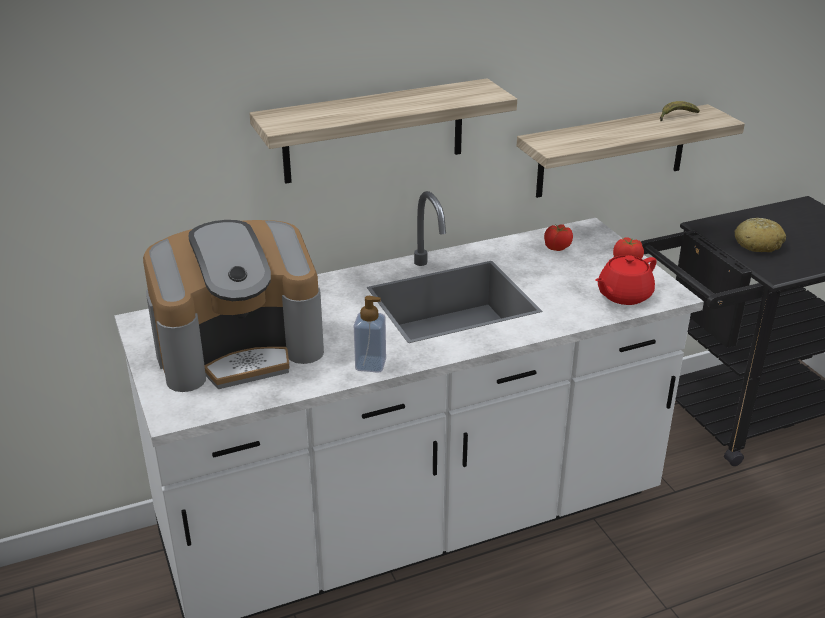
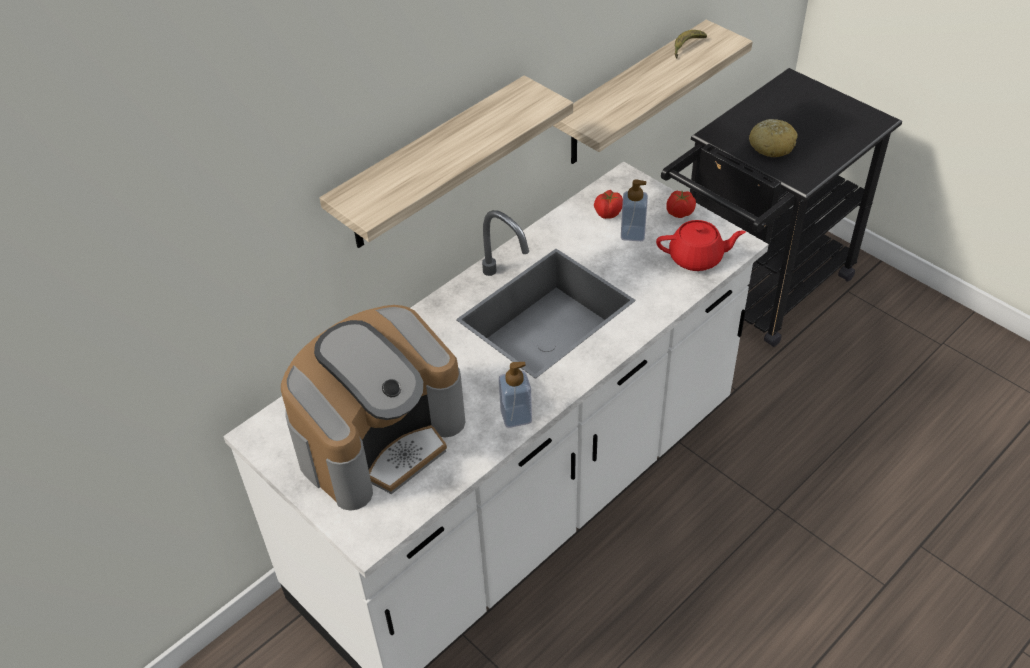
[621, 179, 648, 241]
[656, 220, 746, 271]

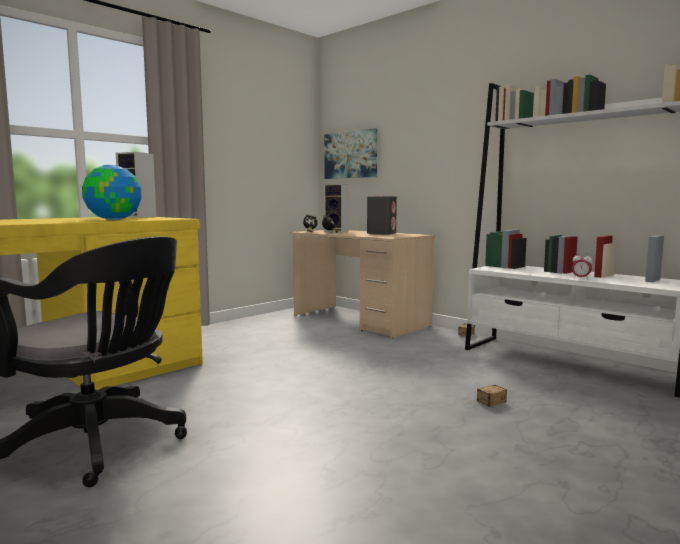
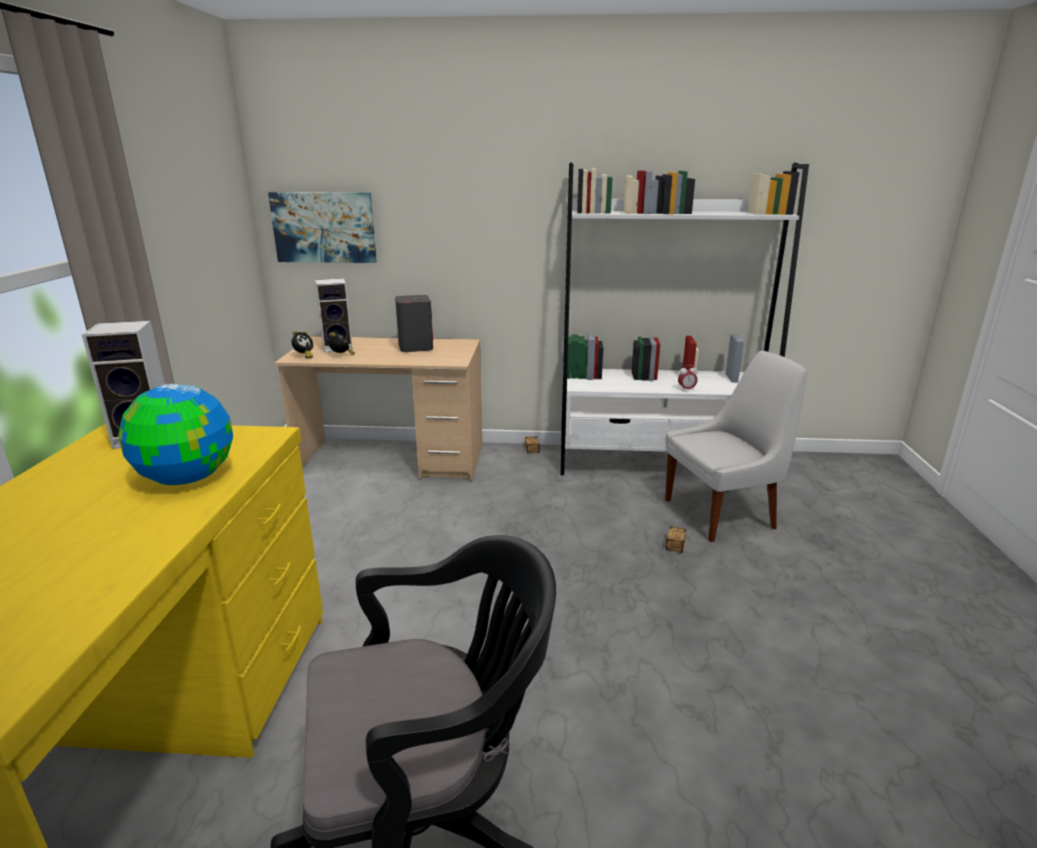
[665, 350, 807, 542]

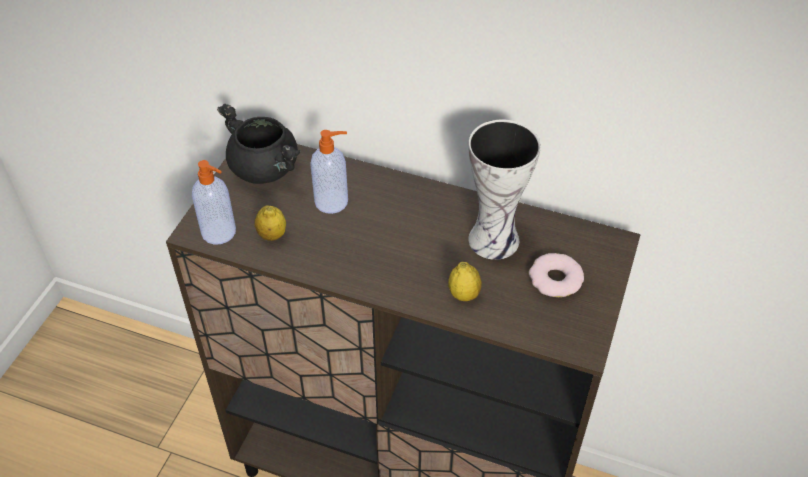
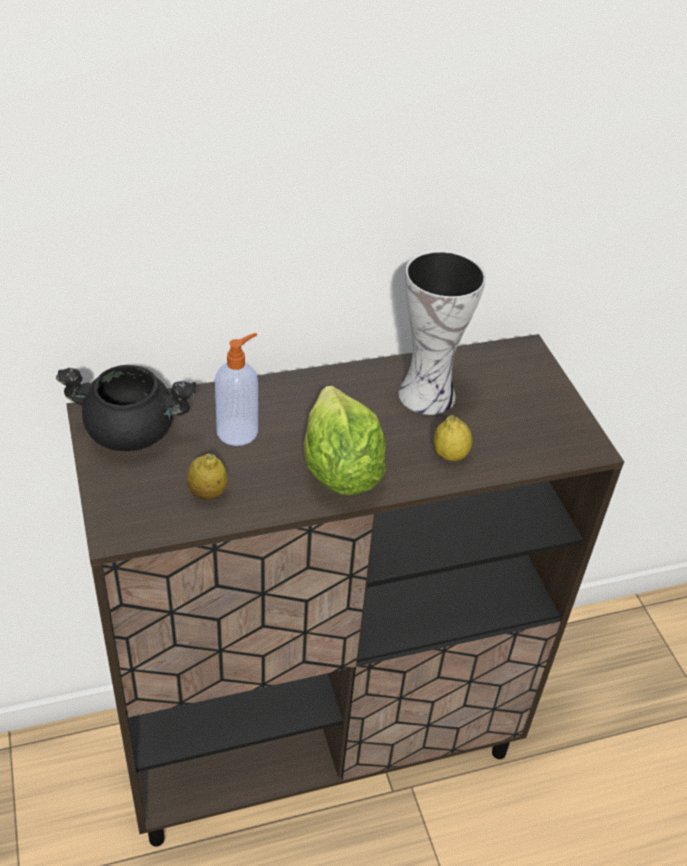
[304, 386, 386, 495]
[192, 160, 236, 245] (first image)
[529, 253, 584, 297] (first image)

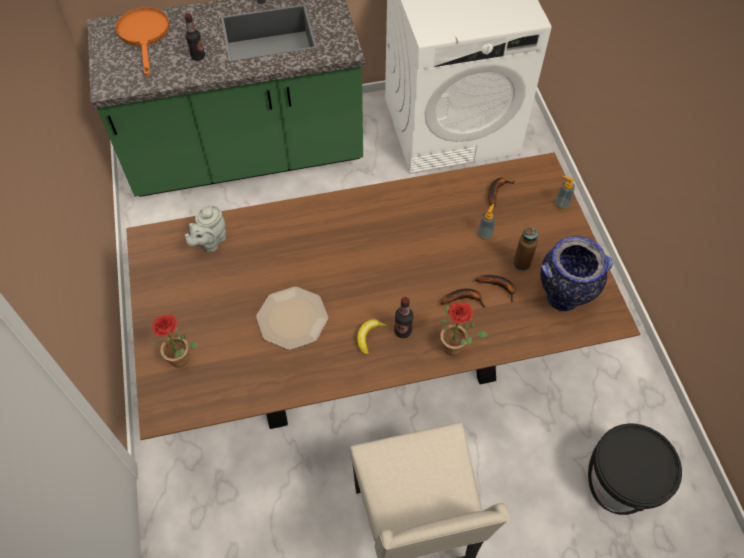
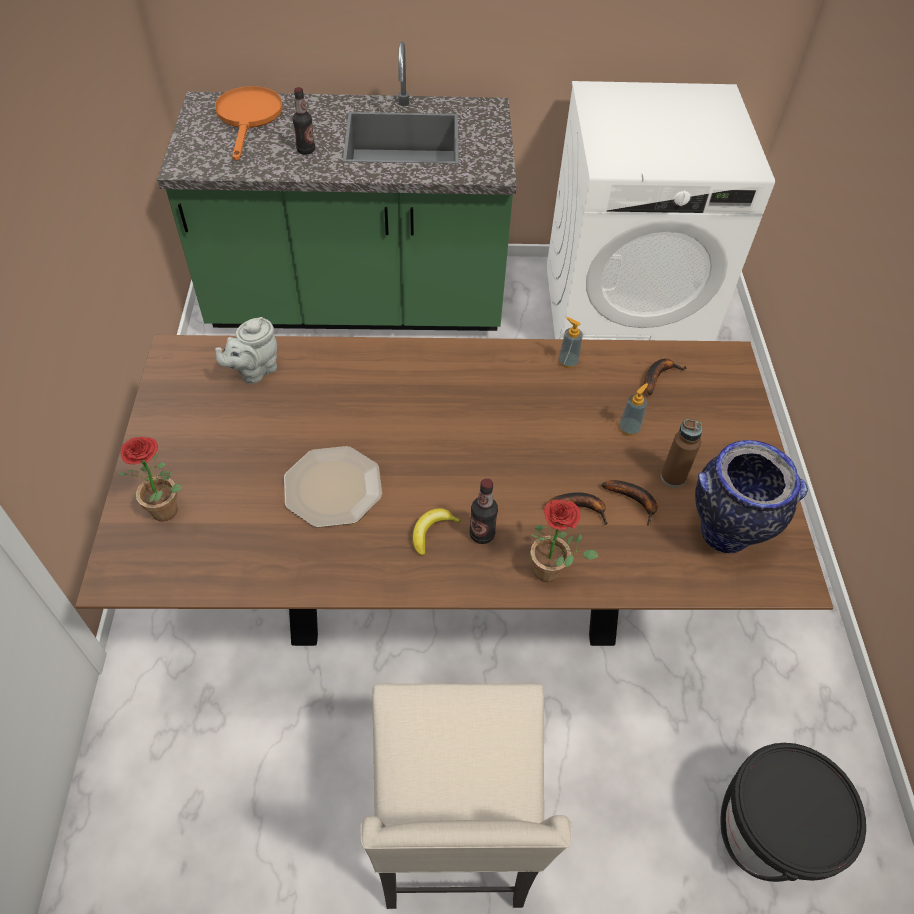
[559, 317, 583, 368]

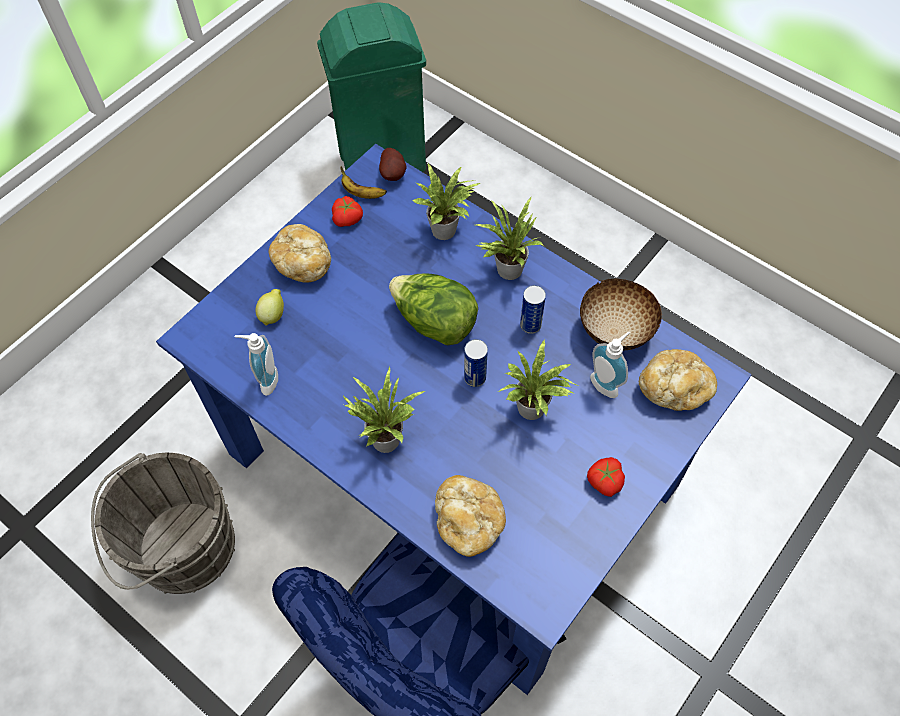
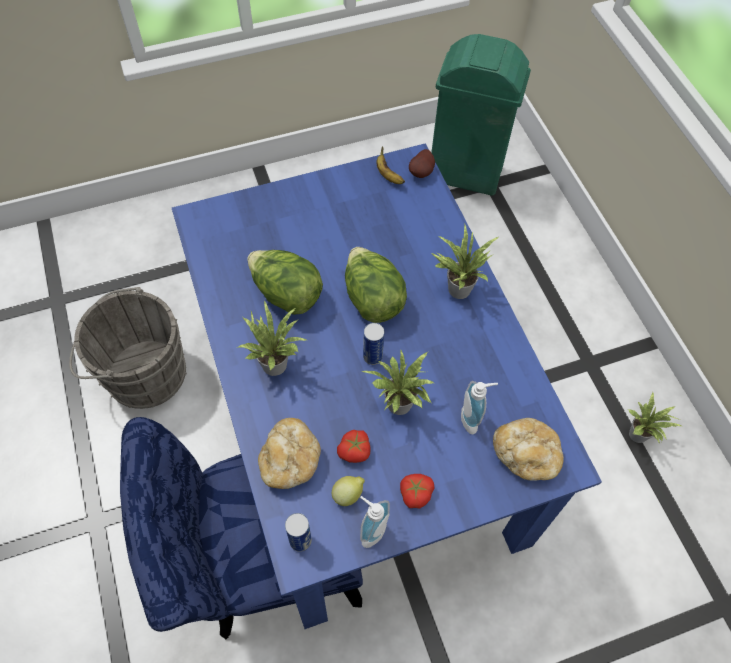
[247, 250, 323, 315]
[285, 513, 312, 552]
[332, 476, 365, 506]
[337, 430, 371, 463]
[360, 496, 390, 548]
[628, 392, 684, 444]
[269, 224, 331, 283] (first image)
[580, 278, 662, 350] (first image)

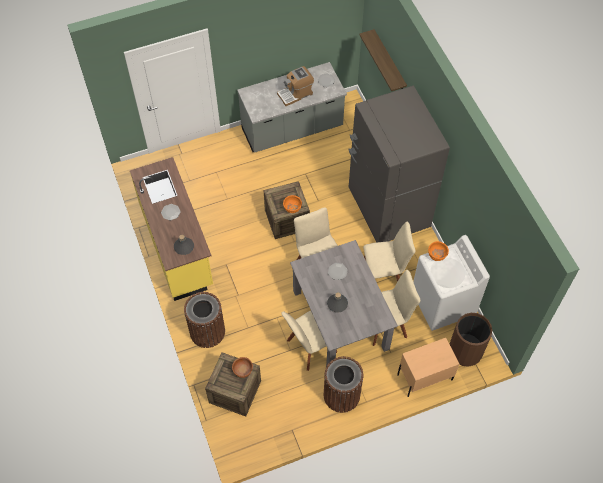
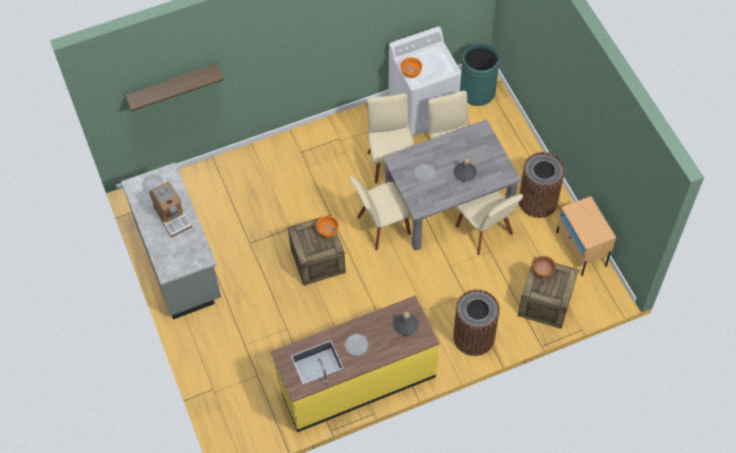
[460, 43, 500, 106]
[556, 196, 616, 276]
[349, 86, 450, 242] (first image)

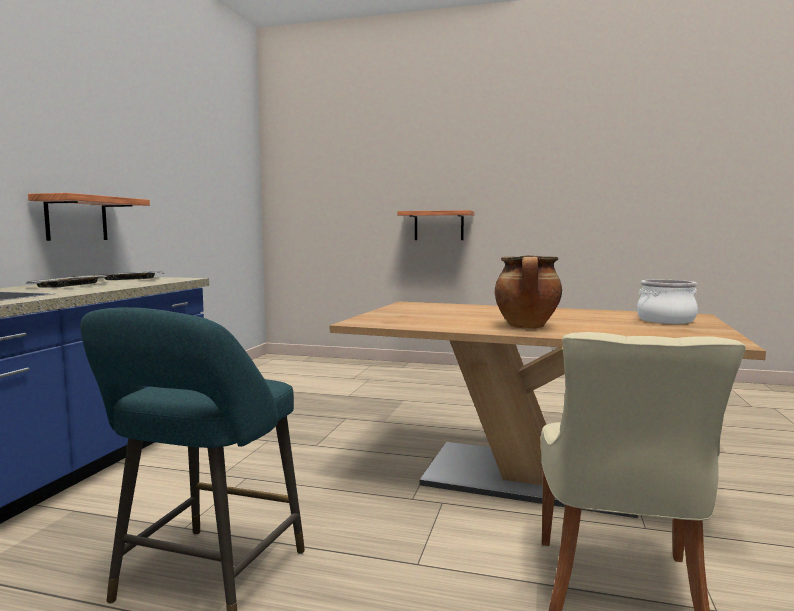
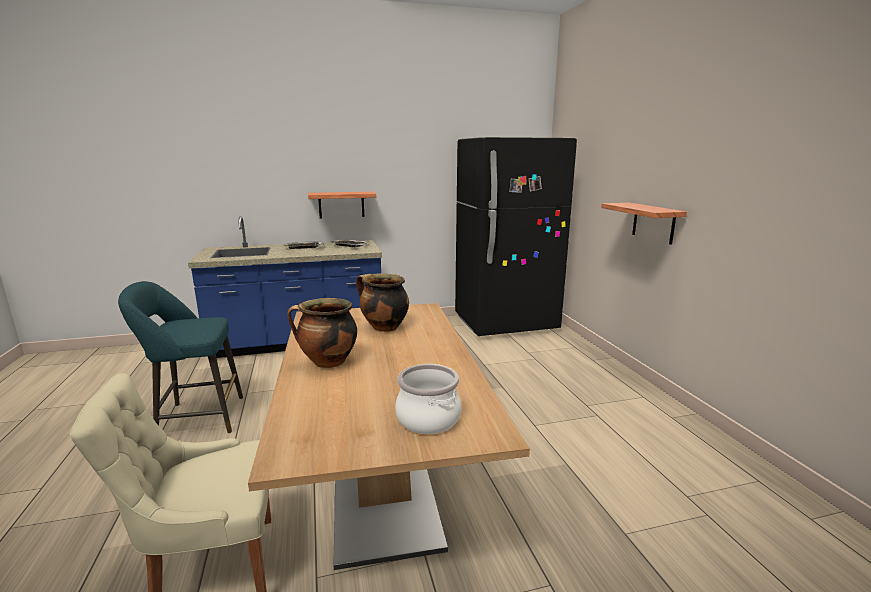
[356, 274, 409, 332]
[455, 137, 577, 336]

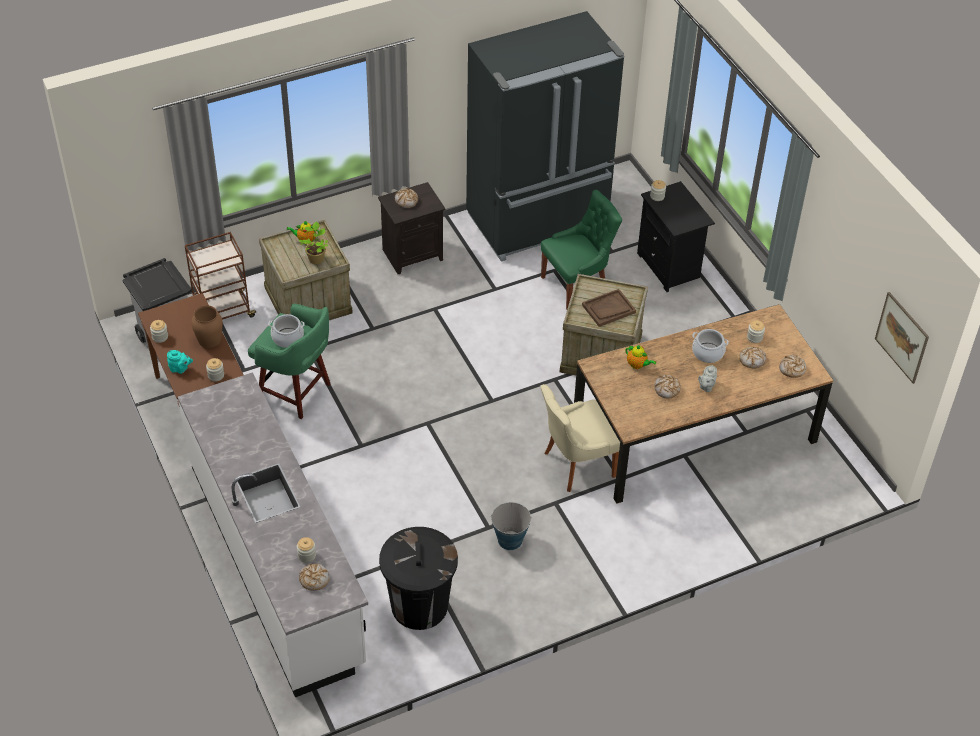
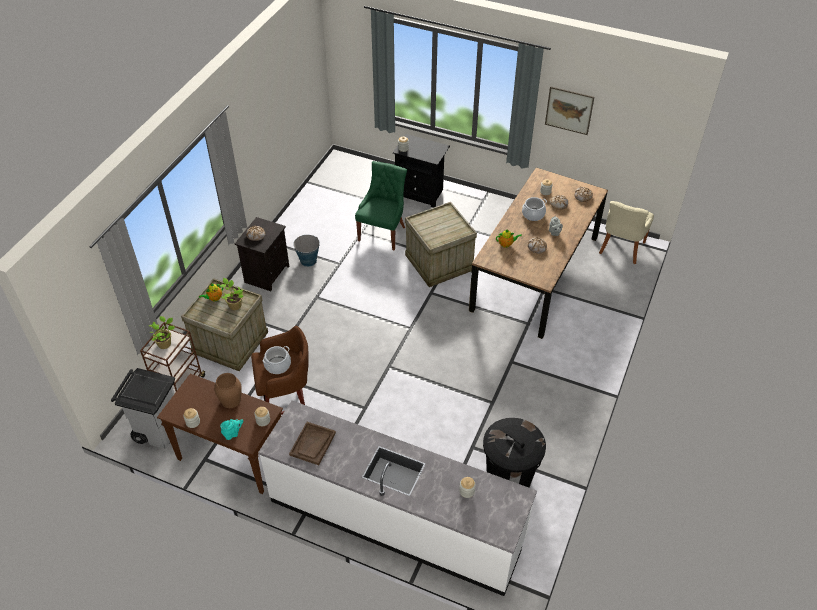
[149, 316, 175, 349]
[251, 325, 309, 415]
[289, 422, 336, 465]
[293, 235, 320, 267]
[545, 86, 594, 135]
[599, 201, 654, 264]
[299, 563, 329, 590] (first image)
[466, 11, 624, 261] (first image)

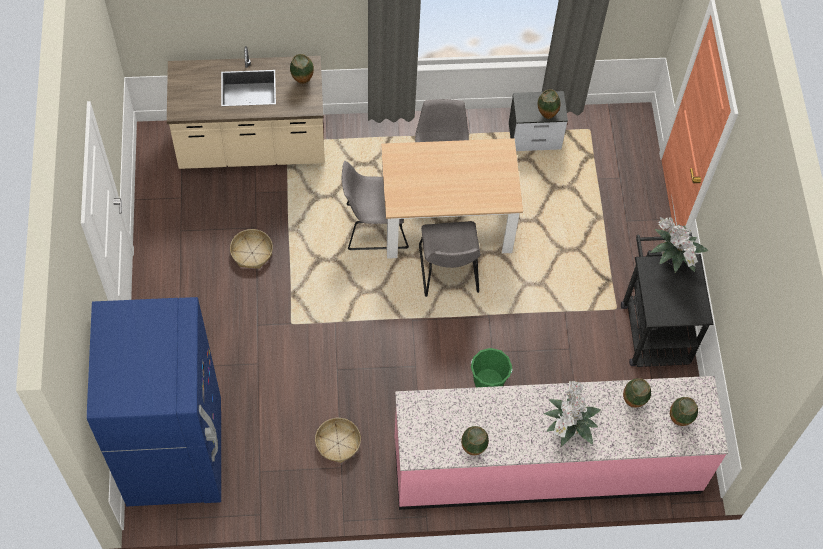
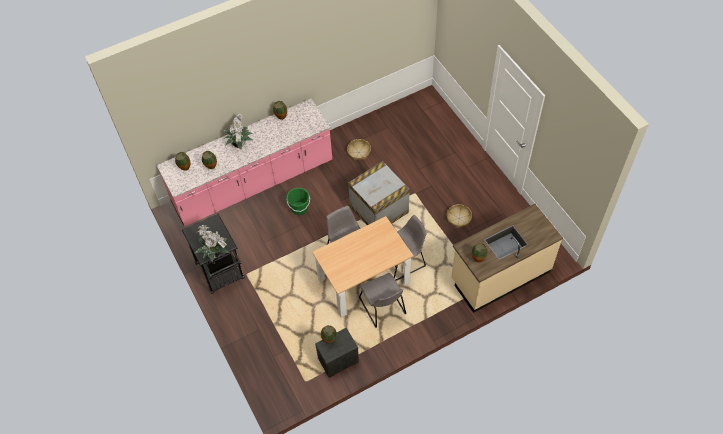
[348, 161, 410, 225]
[87, 297, 221, 506] (first image)

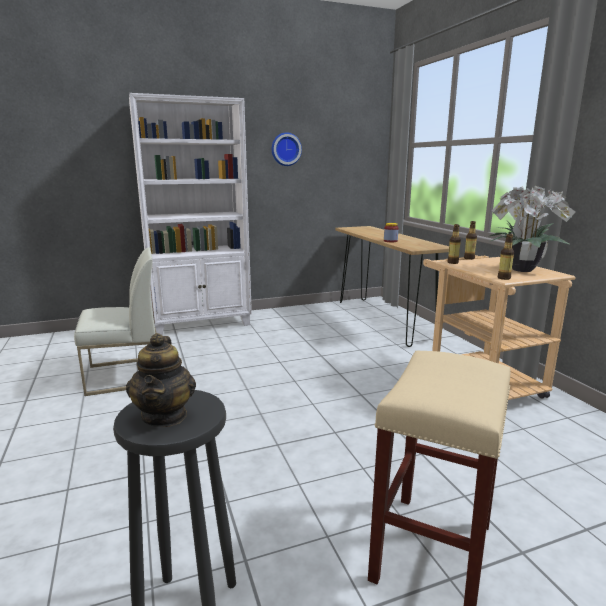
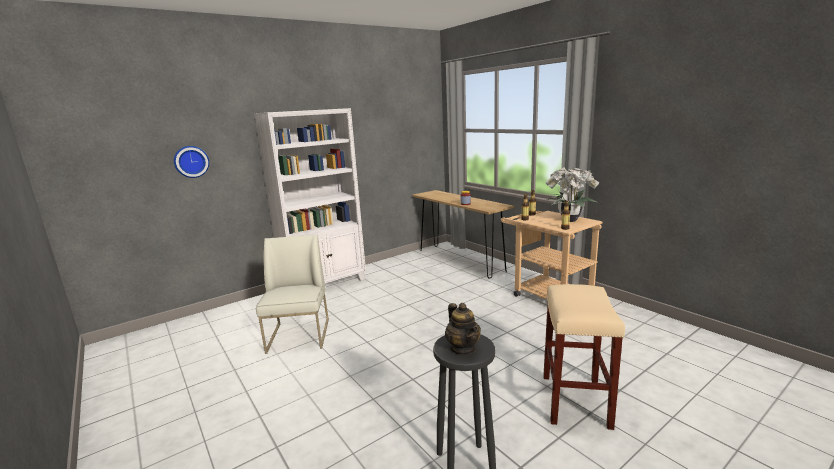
[174, 146, 209, 178]
[256, 235, 329, 354]

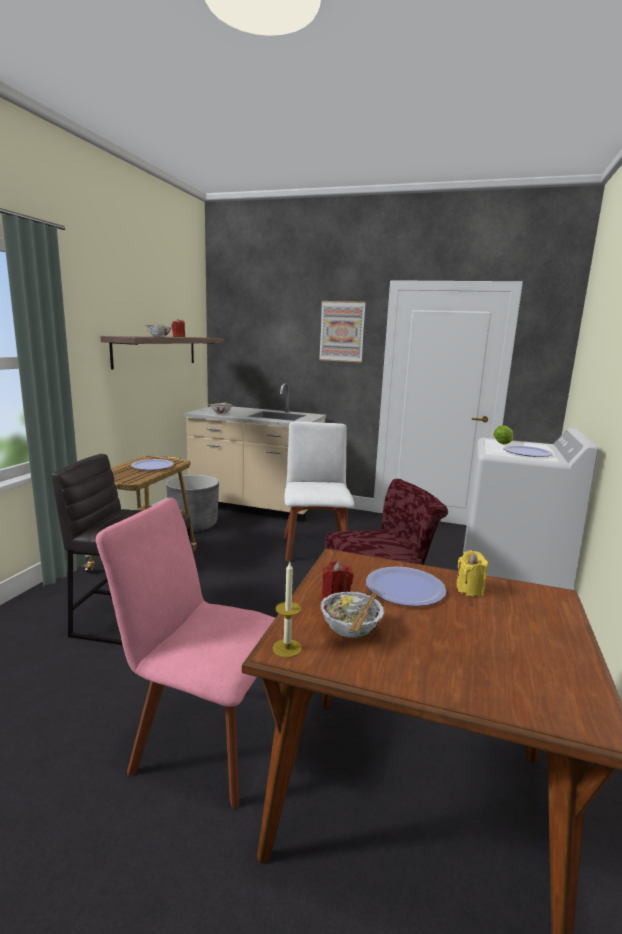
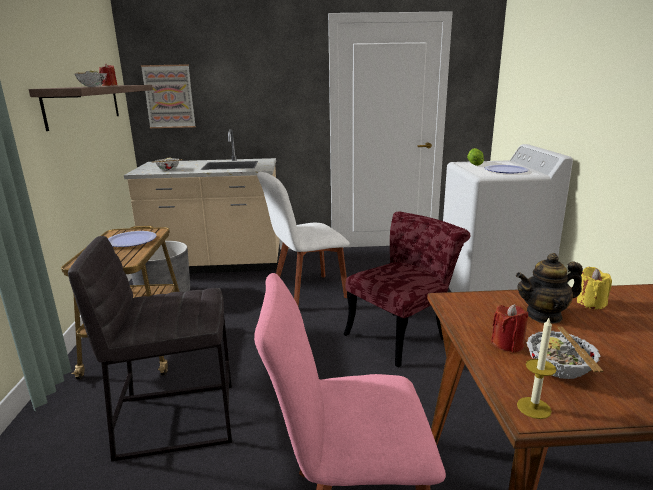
[141, 64, 196, 128]
[257, 172, 350, 307]
[516, 253, 583, 324]

